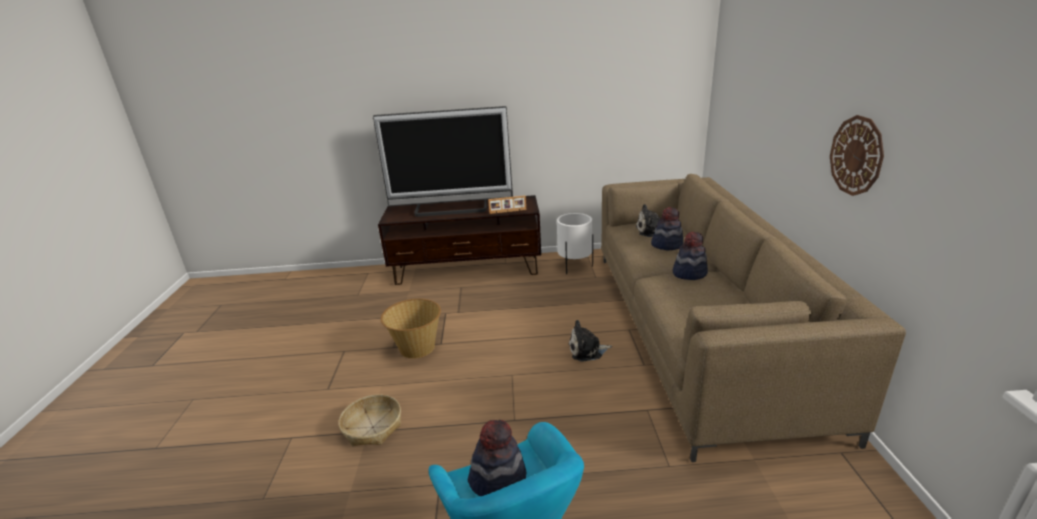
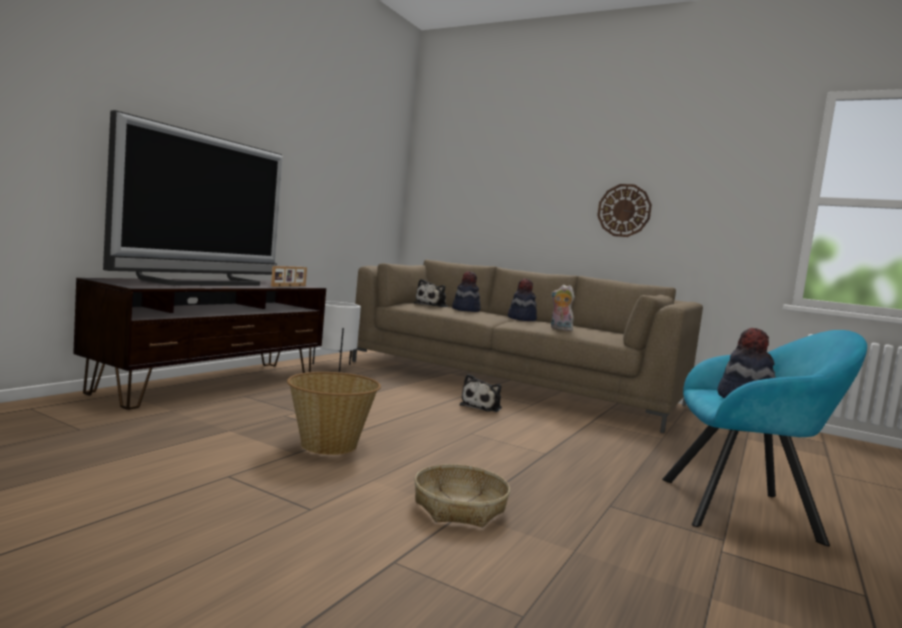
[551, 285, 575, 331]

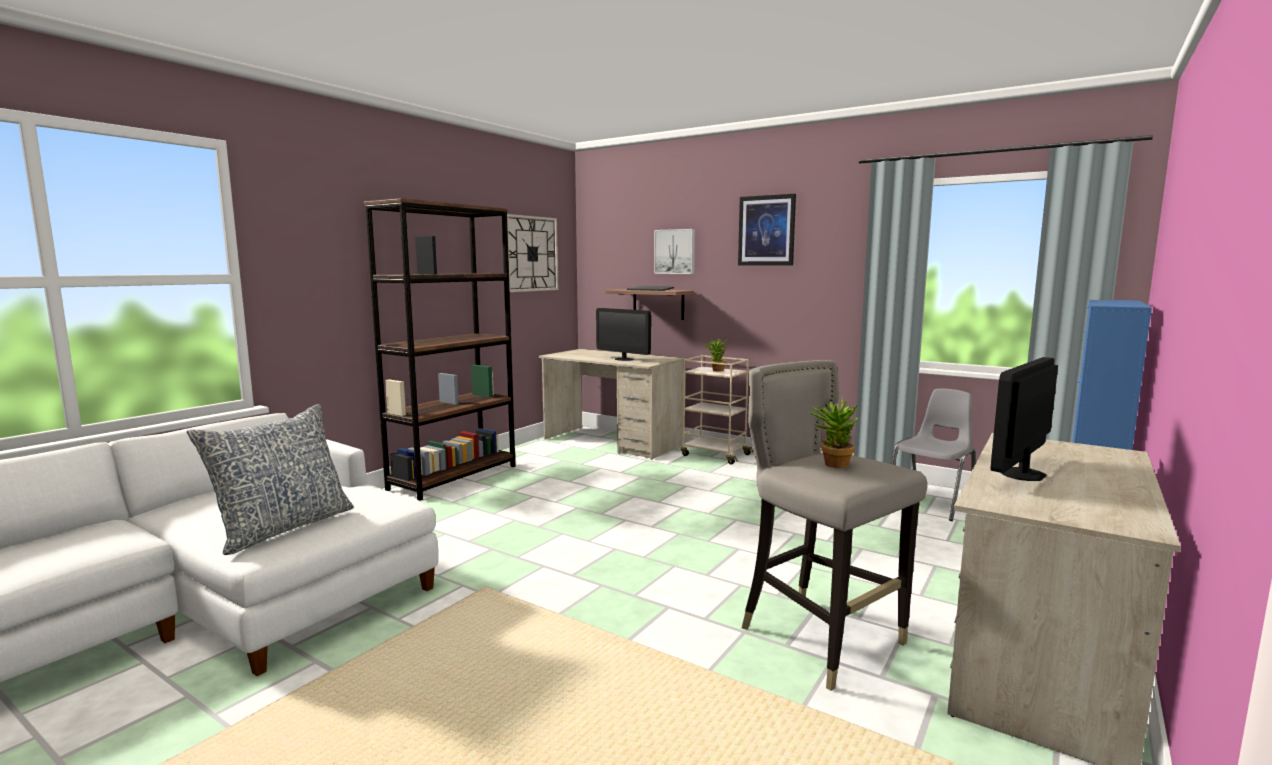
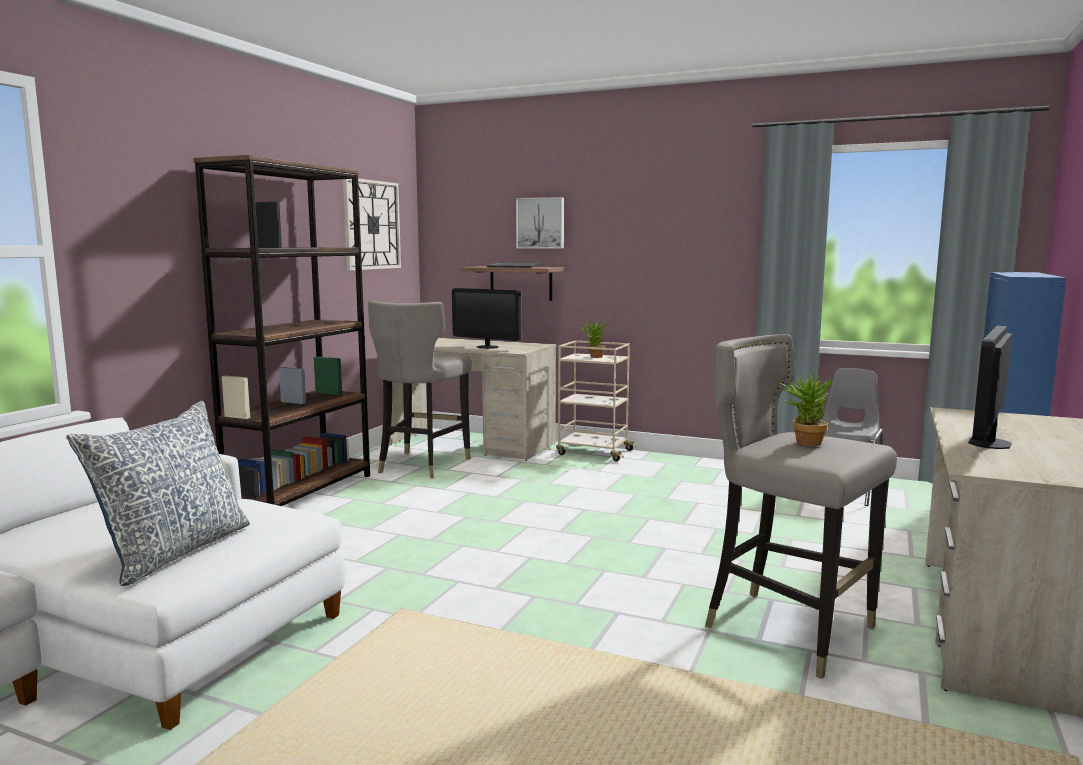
[368, 300, 472, 478]
[738, 194, 796, 266] (first image)

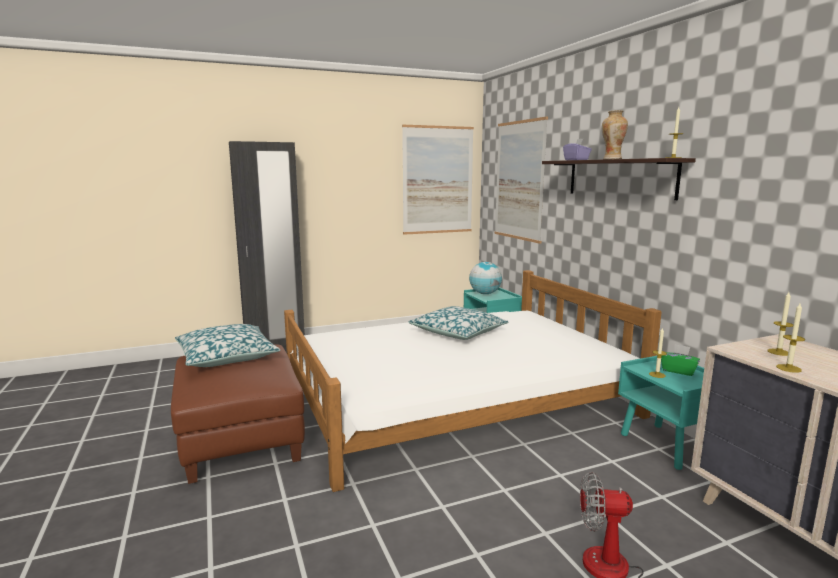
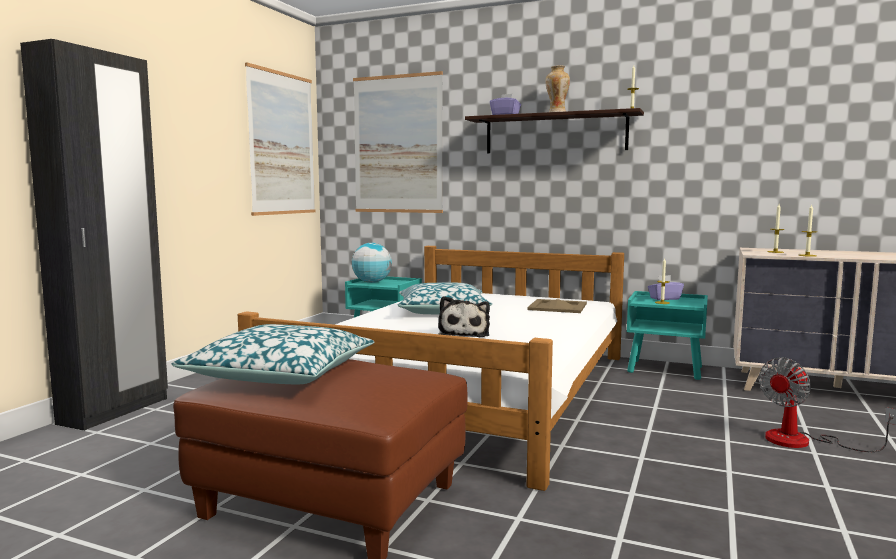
[438, 296, 490, 337]
[527, 299, 587, 313]
[648, 275, 684, 300]

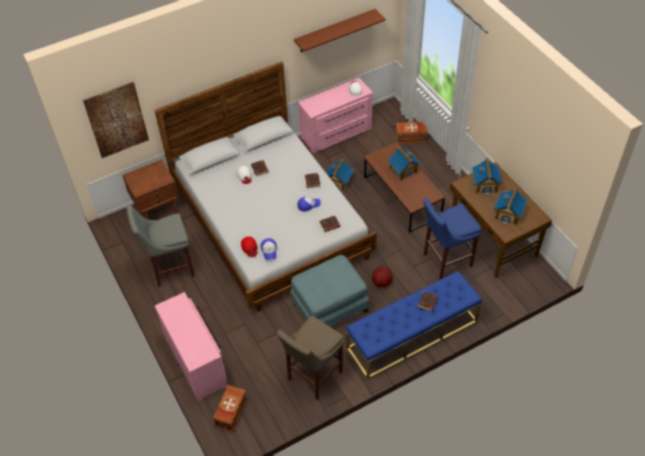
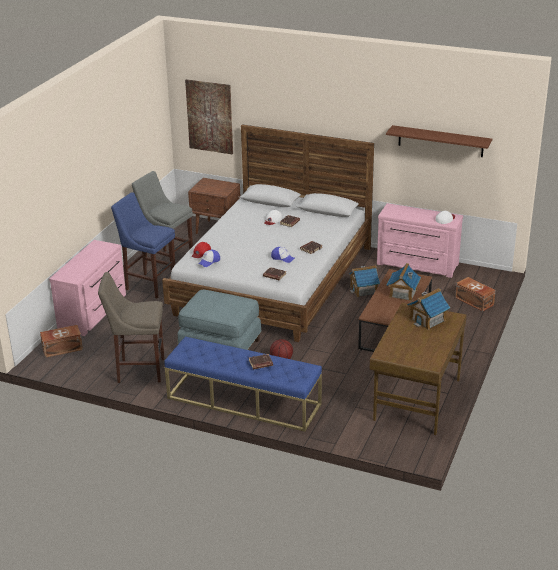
[111, 192, 175, 298]
[494, 188, 528, 225] (first image)

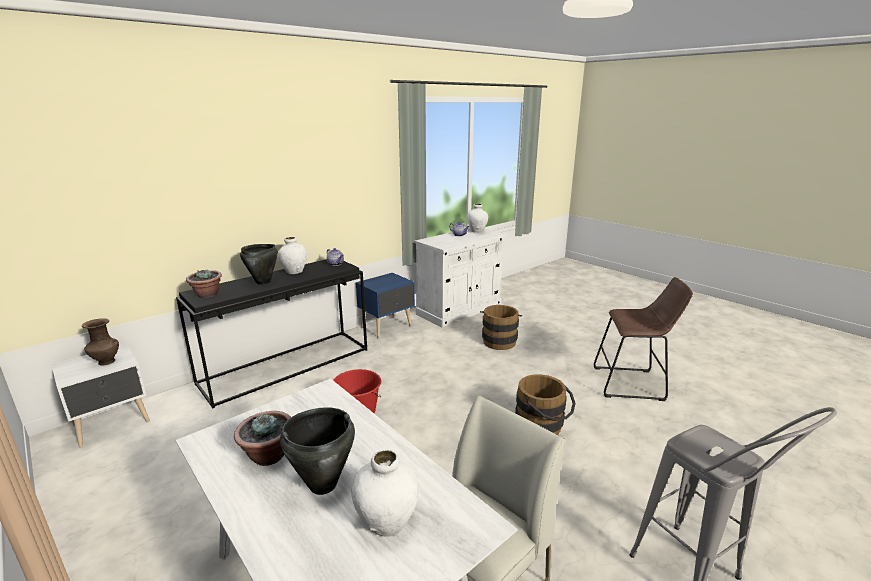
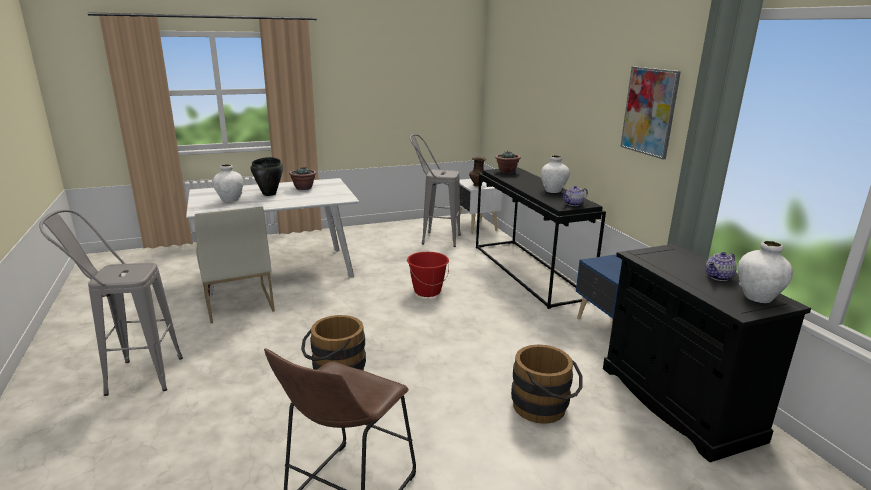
[409, 134, 461, 247]
[603, 244, 811, 462]
[620, 67, 681, 159]
[240, 244, 278, 285] (first image)

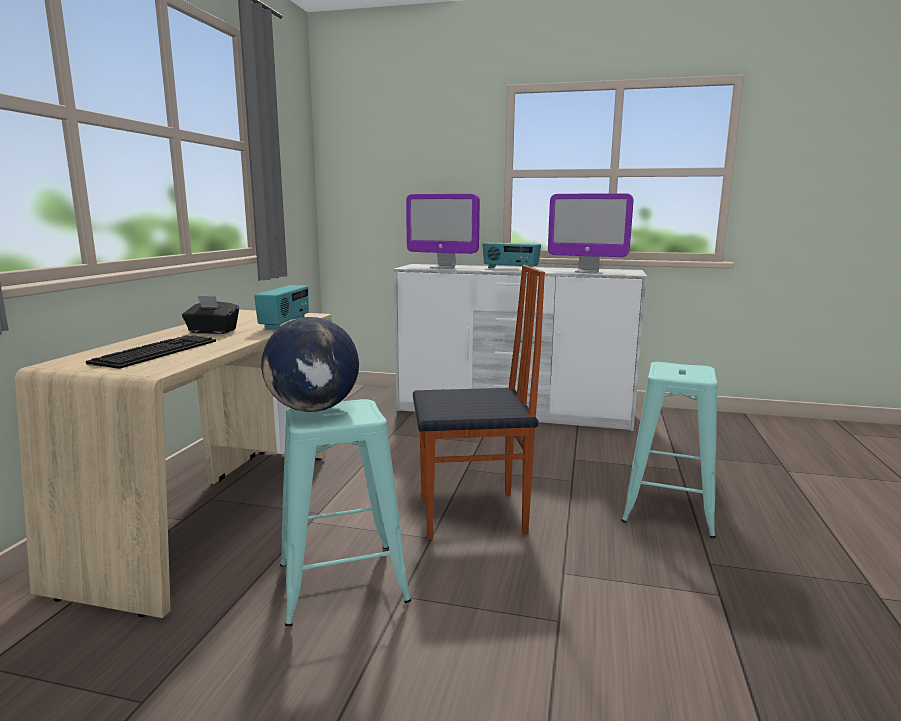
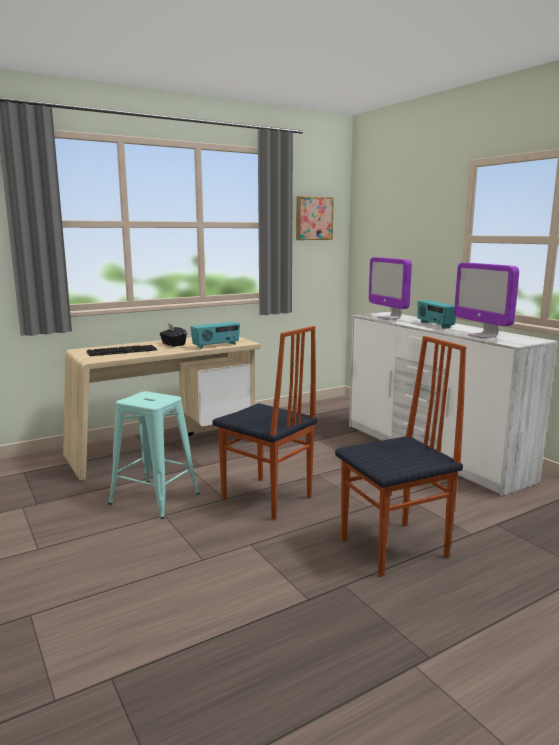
[296, 196, 334, 240]
[335, 336, 466, 577]
[261, 317, 359, 412] (first image)

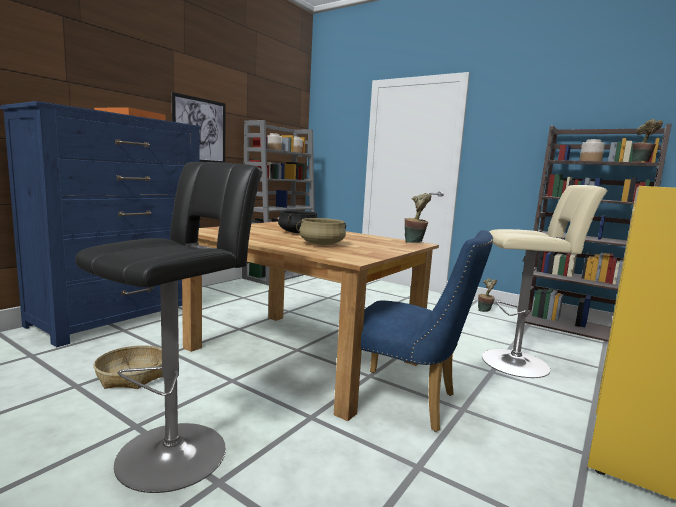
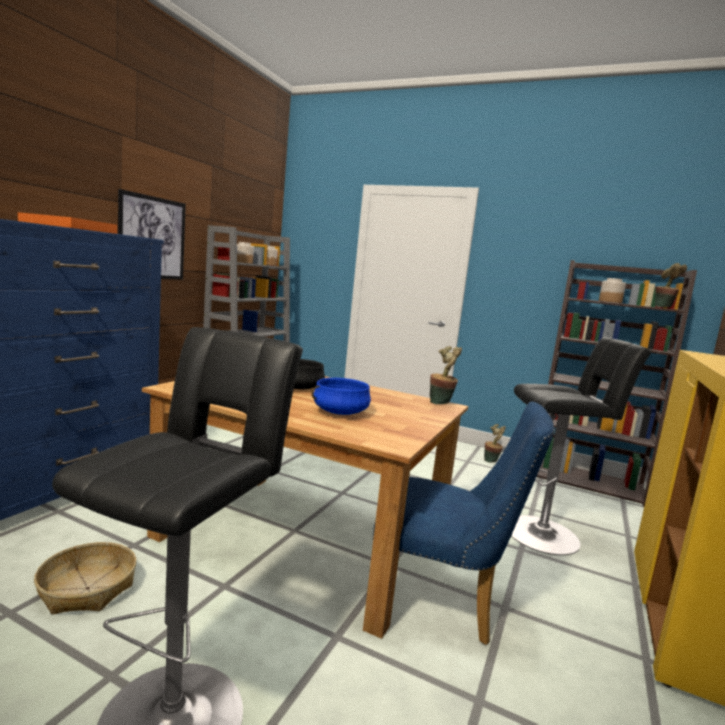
[312, 378, 371, 415]
[511, 337, 652, 555]

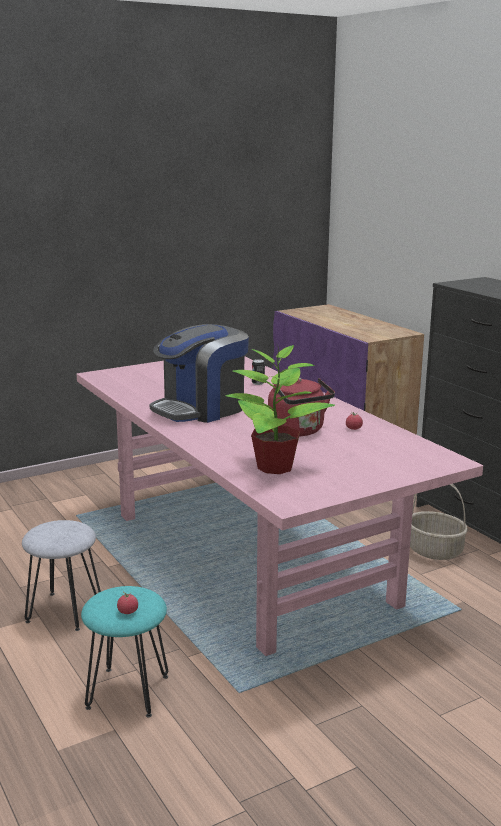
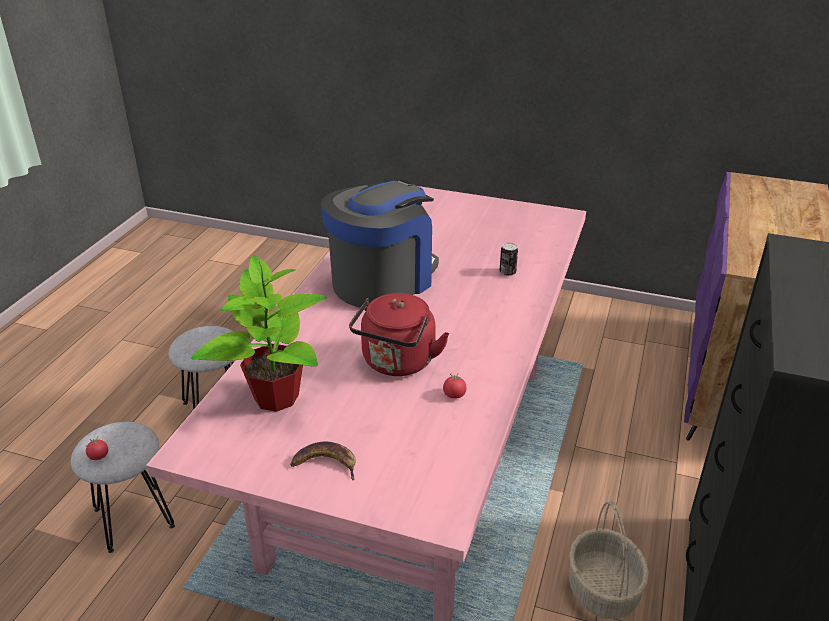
[71, 422, 175, 553]
[290, 442, 356, 480]
[321, 180, 439, 308]

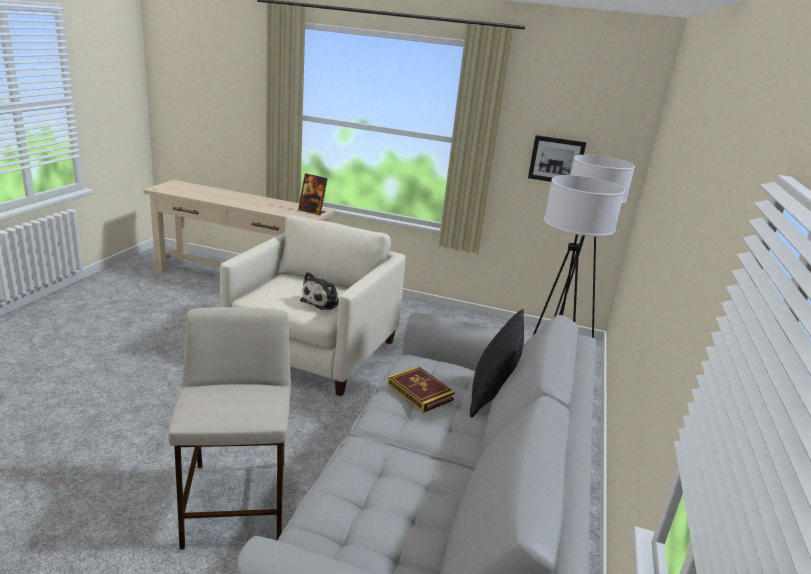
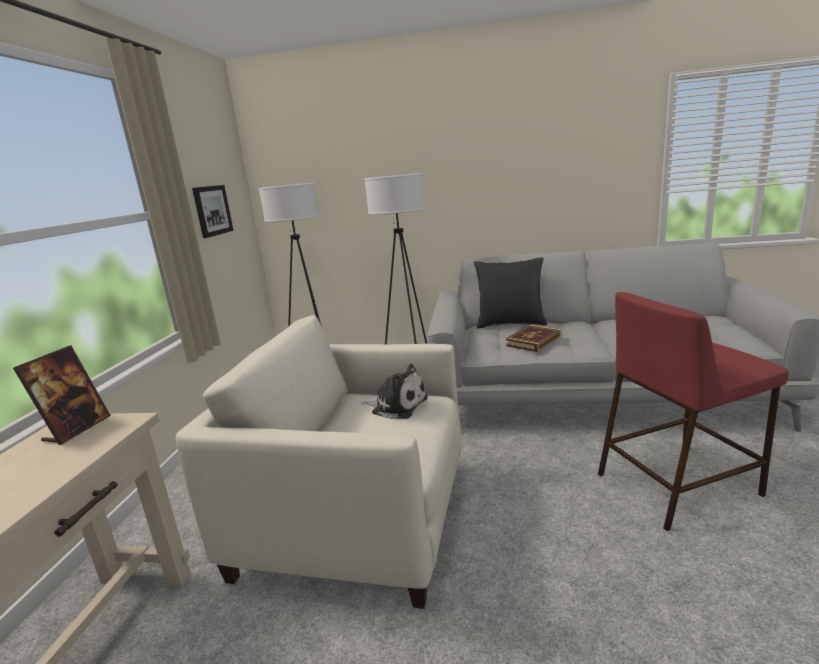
[598, 292, 789, 531]

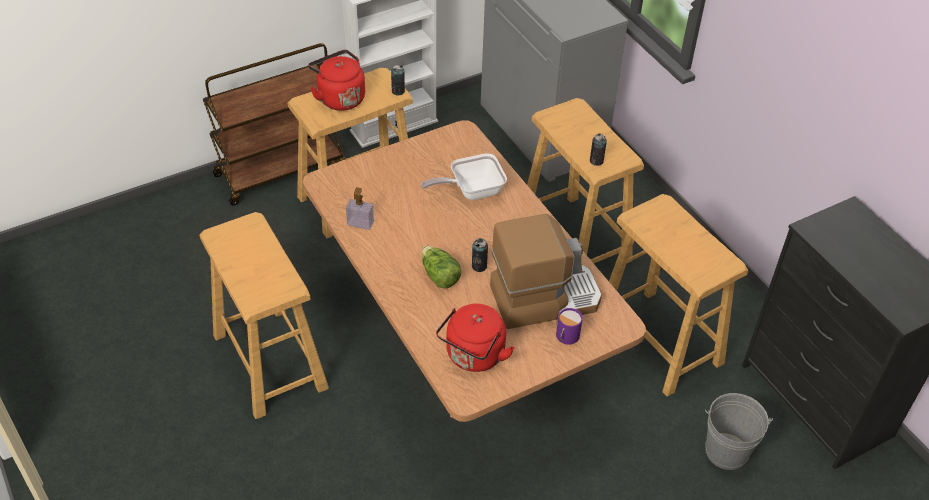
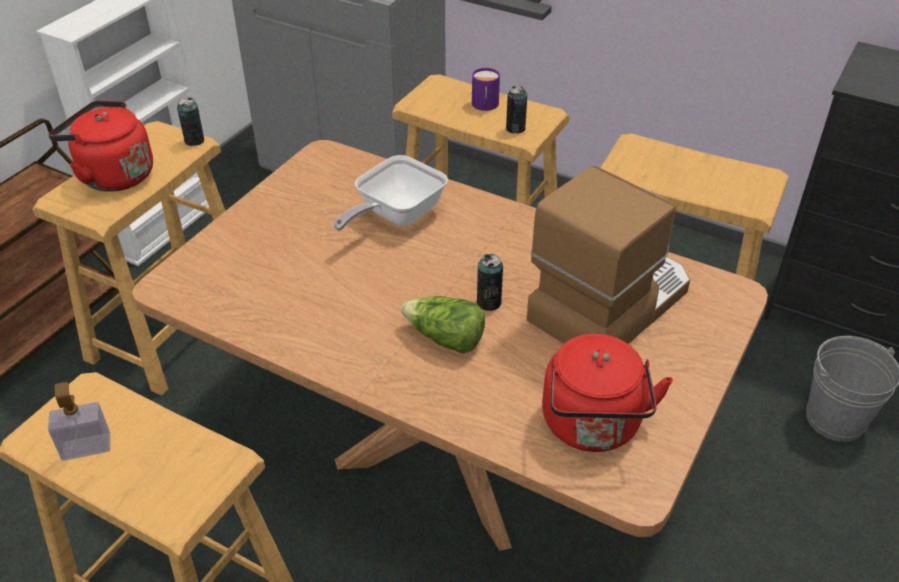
[48, 382, 110, 461]
[471, 68, 500, 111]

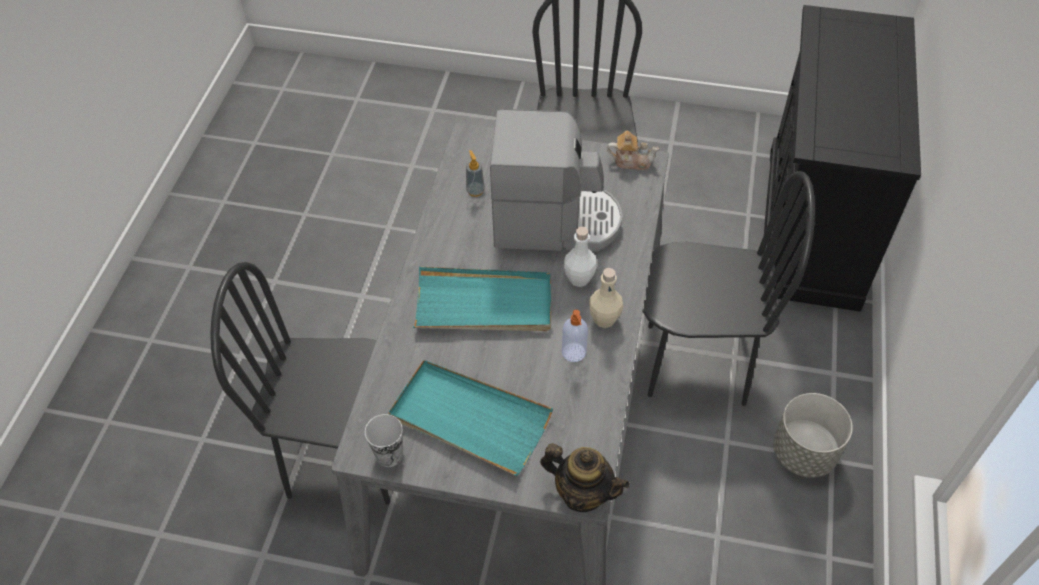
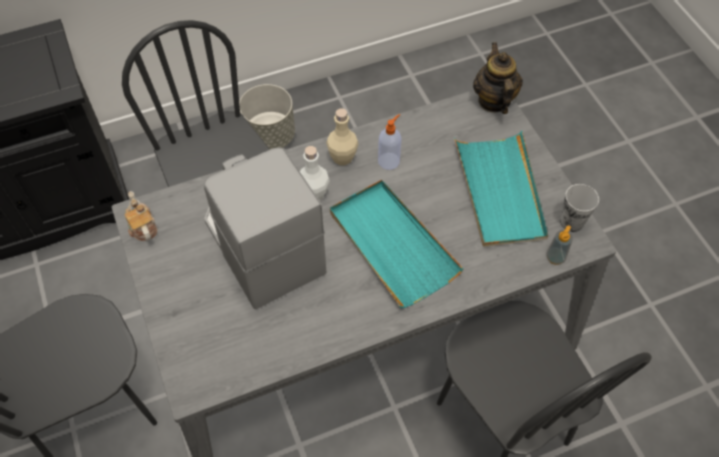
[546, 225, 573, 265]

